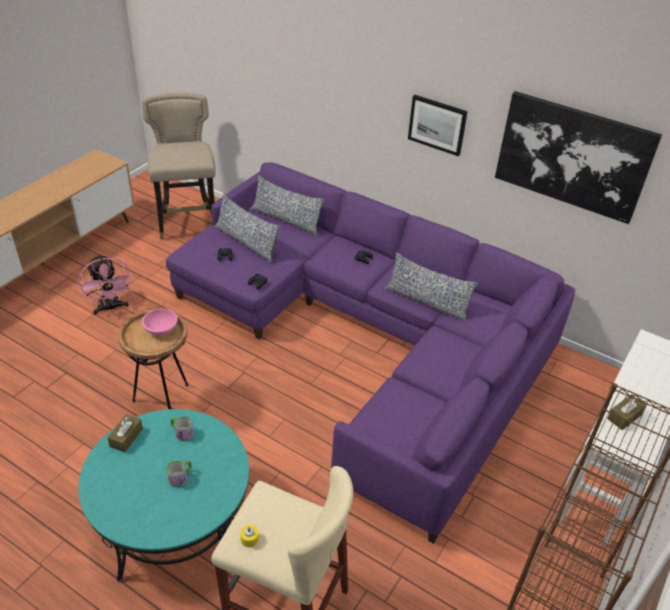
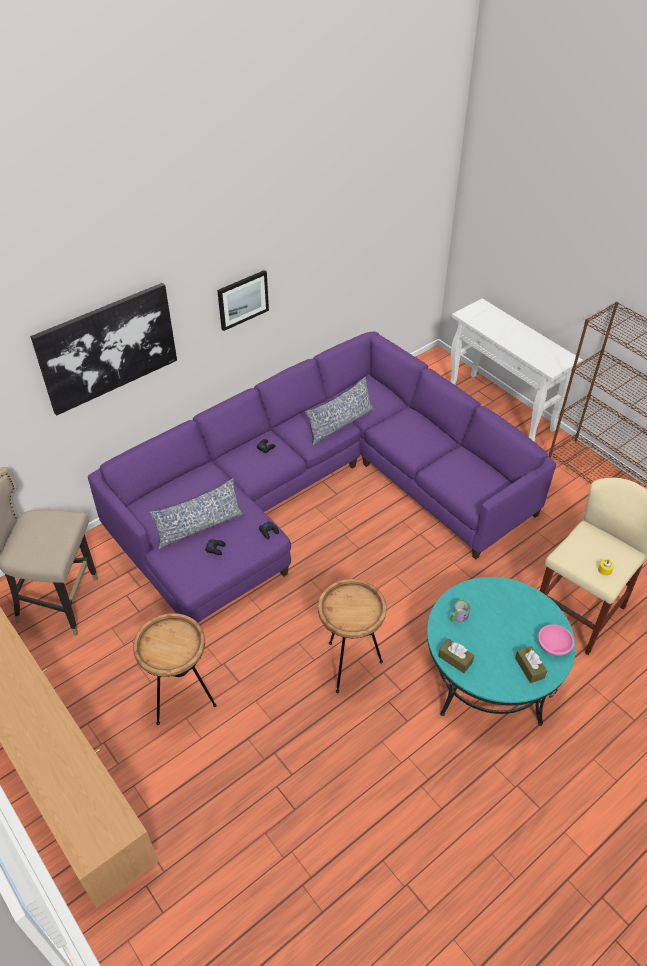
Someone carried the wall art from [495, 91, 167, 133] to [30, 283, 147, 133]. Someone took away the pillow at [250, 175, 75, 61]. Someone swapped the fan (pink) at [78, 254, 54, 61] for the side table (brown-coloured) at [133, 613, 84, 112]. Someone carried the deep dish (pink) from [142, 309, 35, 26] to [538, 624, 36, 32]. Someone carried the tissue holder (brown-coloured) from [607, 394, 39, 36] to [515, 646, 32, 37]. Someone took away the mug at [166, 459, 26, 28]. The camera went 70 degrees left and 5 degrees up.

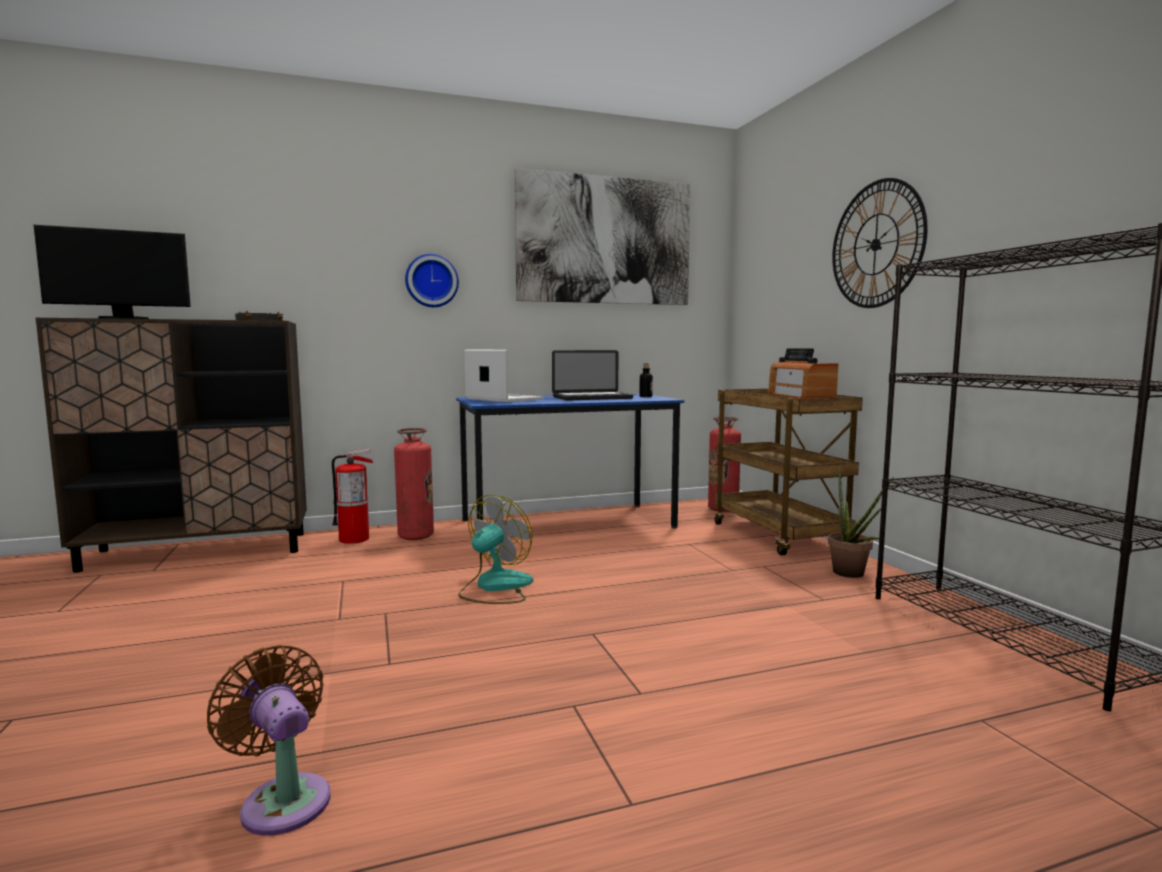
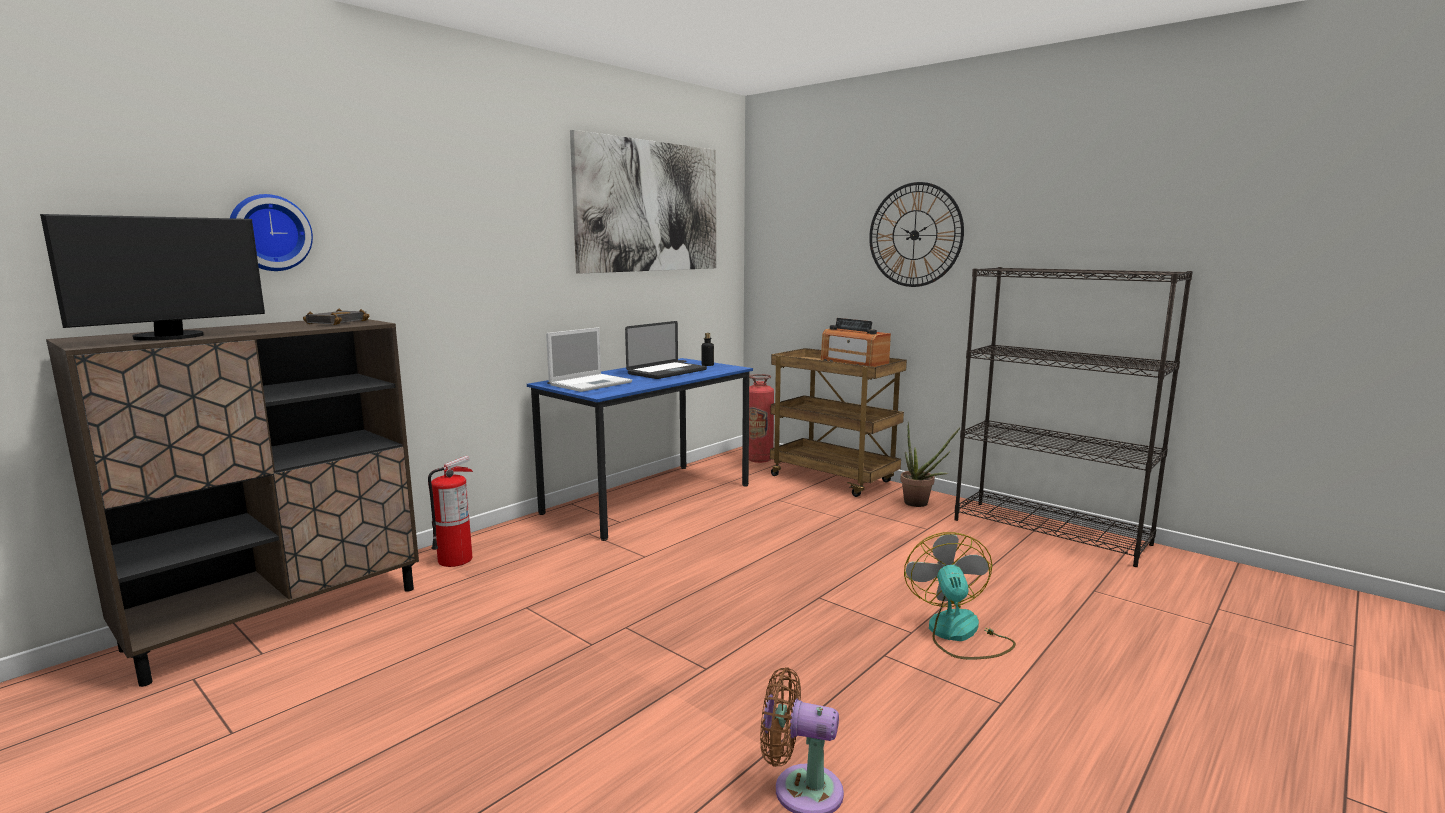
Someone carried the clock on the wall from [405, 254, 54, 53] to [230, 194, 83, 77]. Someone rotated the portable computer at [464, 350, 79, 52] by 120 degrees clockwise. Someone took away the extinguisher at [394, 428, 40, 112]. Someone carried the fan from [458, 495, 75, 109] to [904, 532, 112, 128]. The camera went 30 degrees left and 5 degrees up.

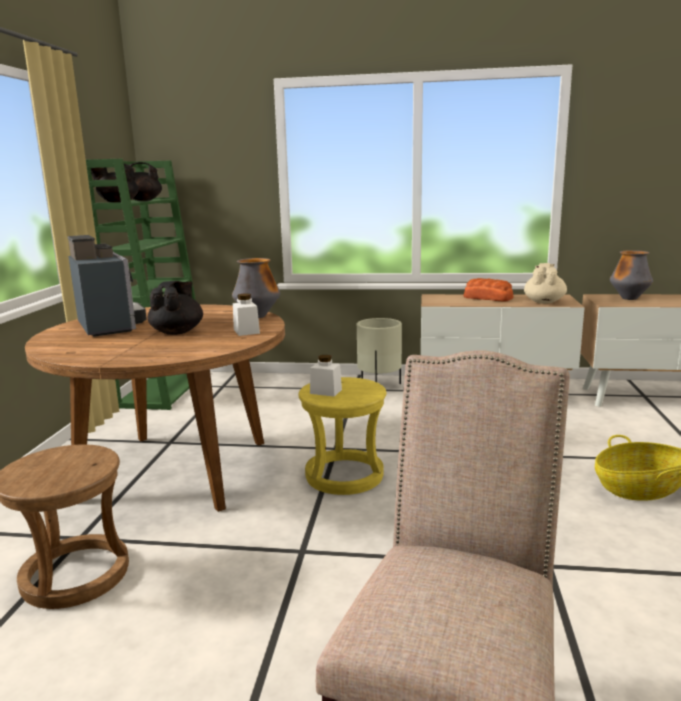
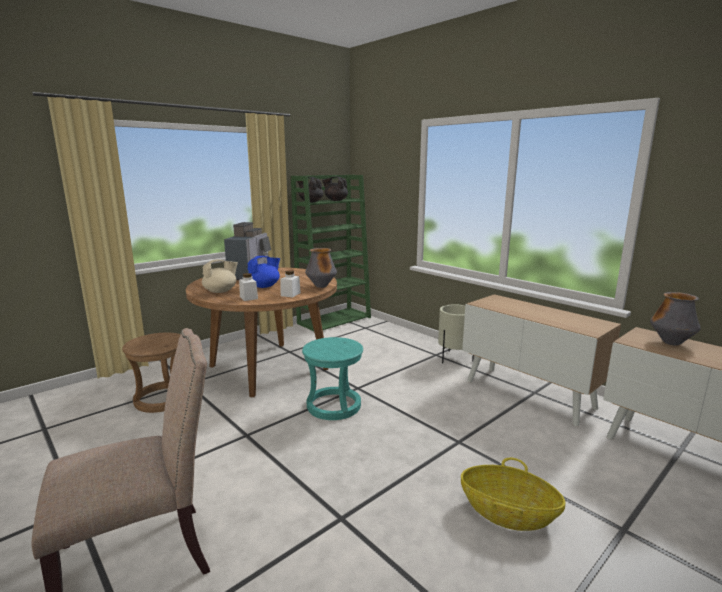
Someone carried the tea pot (beige-coloured) from [524, 263, 43, 41] to [202, 259, 36, 34]. Someone took away the bread at [463, 278, 50, 23]. Someone repainted the tea pot (black-coloured) at [148, 281, 55, 54], which became the tea pot (bluish) at [247, 256, 33, 32]. Someone carried the storage jar (white) from [310, 355, 32, 42] to [239, 273, 19, 28]. Someone repainted the stool (yellow) at [298, 377, 89, 118], which became the stool (turquoise) at [302, 337, 61, 83]. The camera went 40 degrees right and 0 degrees up.

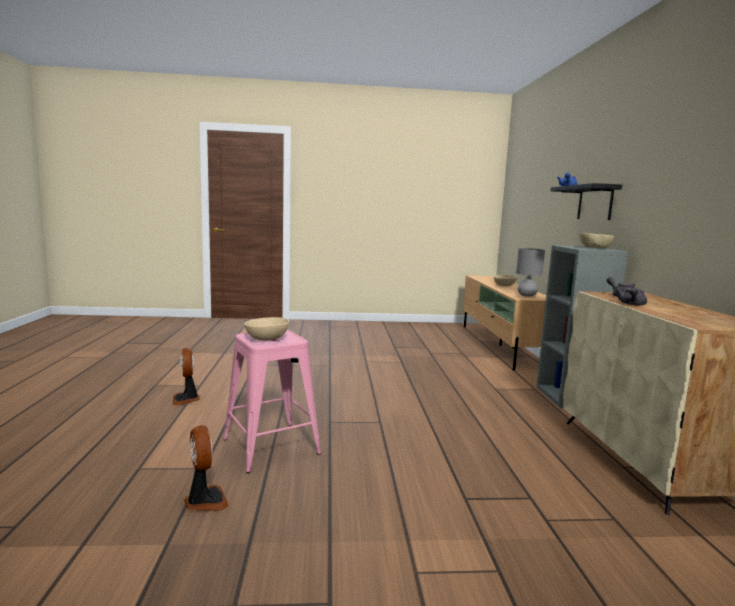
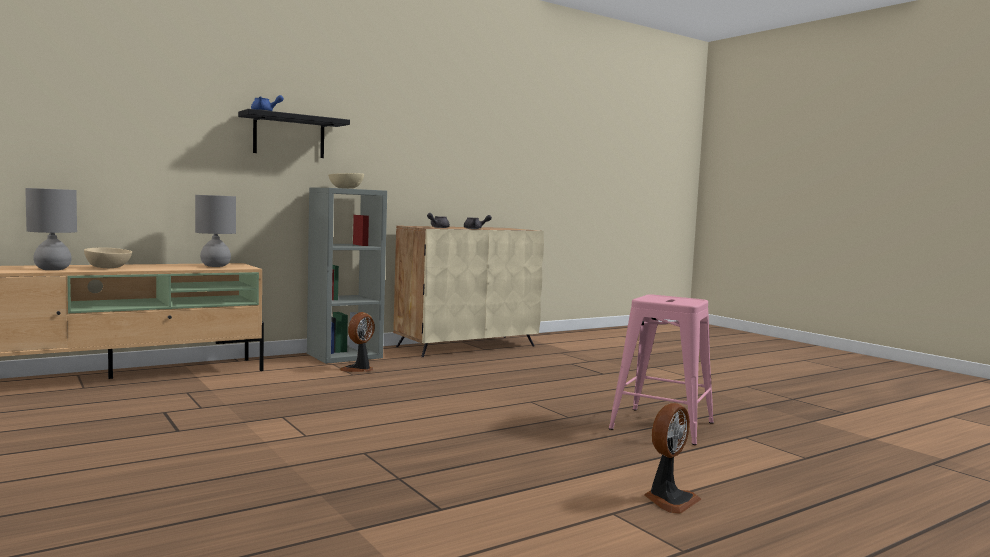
Someone took away the deep dish (beige-coloured) at [244, 317, 46, 24]. Someone carried the fan from [184, 425, 45, 86] to [340, 312, 35, 60]. Someone put down the lamp for a table (grey) at [25, 188, 52, 82]. The camera went 120 degrees left and 5 degrees down.

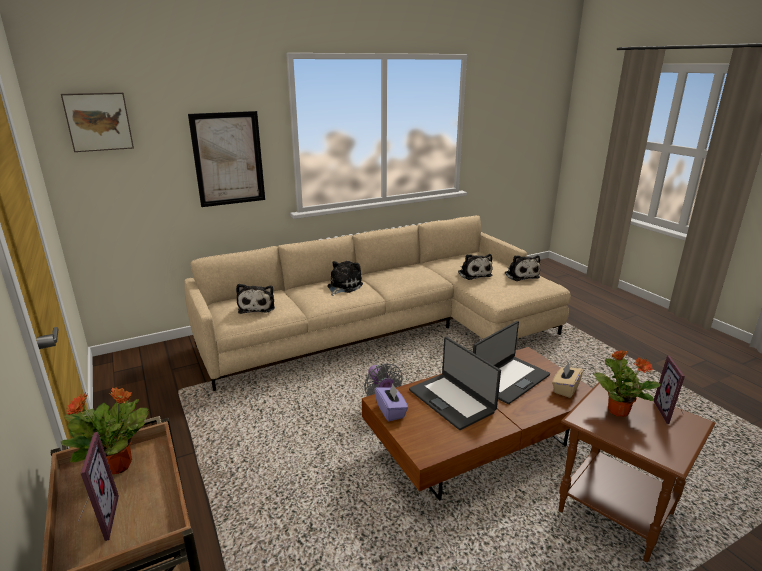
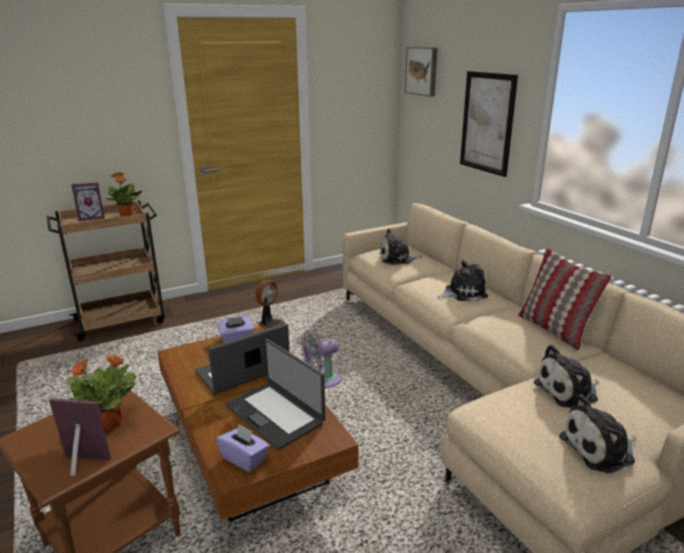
Someone rotated the cuddly toy at [327, 261, 36, 35] by 45 degrees counterclockwise. Someone repainted the tissue holder (beige-coloured) at [552, 362, 31, 36], which became the tissue holder (purplish) at [216, 424, 54, 48]. Someone put down the pillow at [518, 248, 94, 102]. Someone put down the fan at [255, 280, 30, 50]. The camera went 90 degrees right and 0 degrees up.

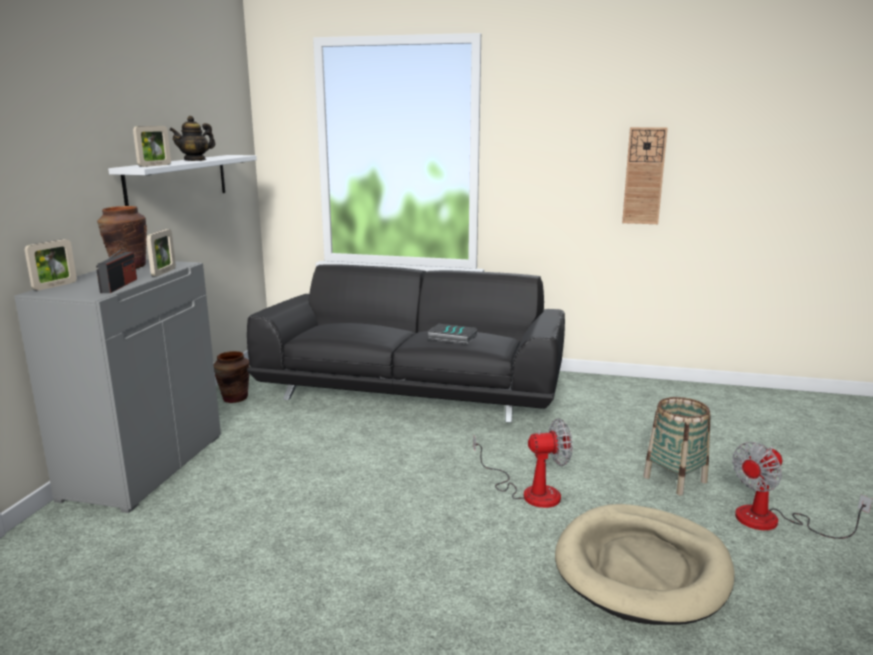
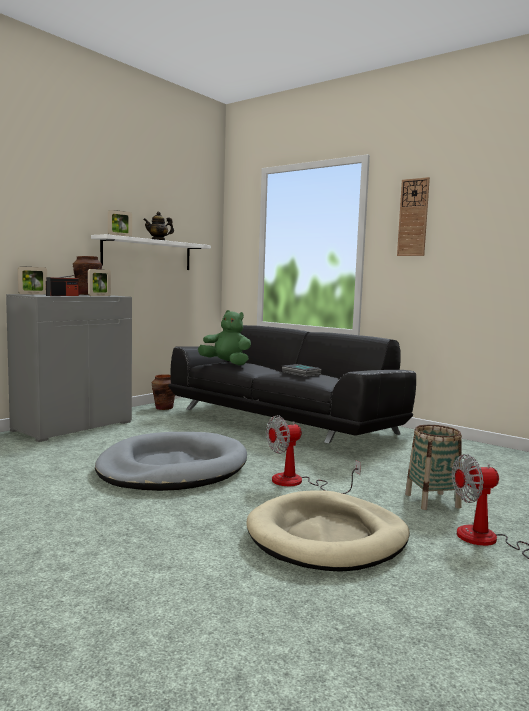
Someone carried the clock on the wall from [622, 127, 46, 97] to [397, 177, 33, 79]. Someone rotated the fan at [473, 418, 100, 90] by 135 degrees clockwise. Someone put down the cuddly toy (greenish) at [198, 310, 53, 55]. Someone put down the dog bed (grey) at [95, 432, 152, 59]. The camera went 25 degrees right and 10 degrees down.

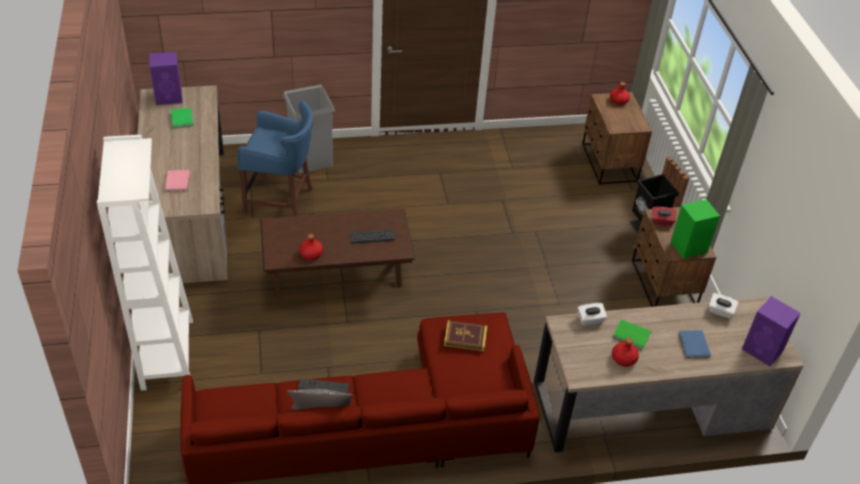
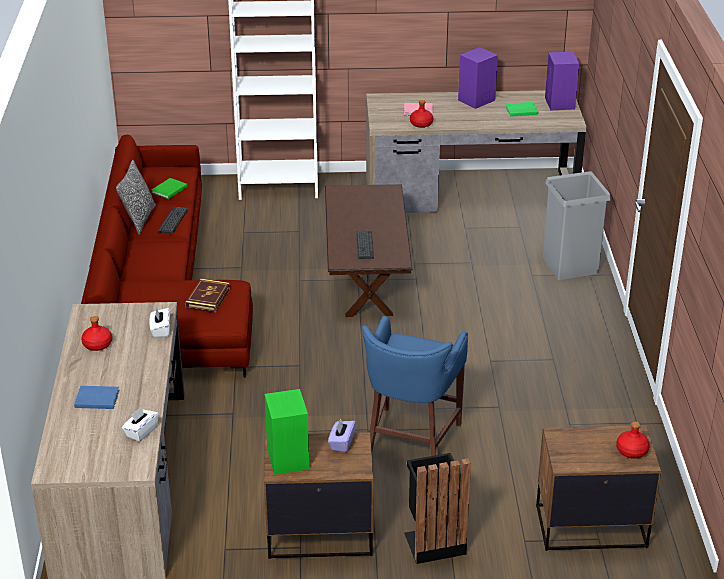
Someone carried the stool (bluish) from [237, 100, 76, 116] to [362, 316, 106, 140]. Someone repainted the tissue holder (red-coloured) at [652, 207, 24, 19], which became the tissue holder (purplish) at [328, 419, 28, 33]. Someone carried the bottle (red-coloured) from [300, 234, 23, 26] to [410, 100, 23, 28]. Someone carried the loudspeaker (purplish) from [742, 296, 59, 70] to [458, 47, 40, 62]. Someone carried the book (greenish) from [613, 319, 38, 31] to [152, 178, 35, 21]. The camera went 100 degrees right and 10 degrees down.

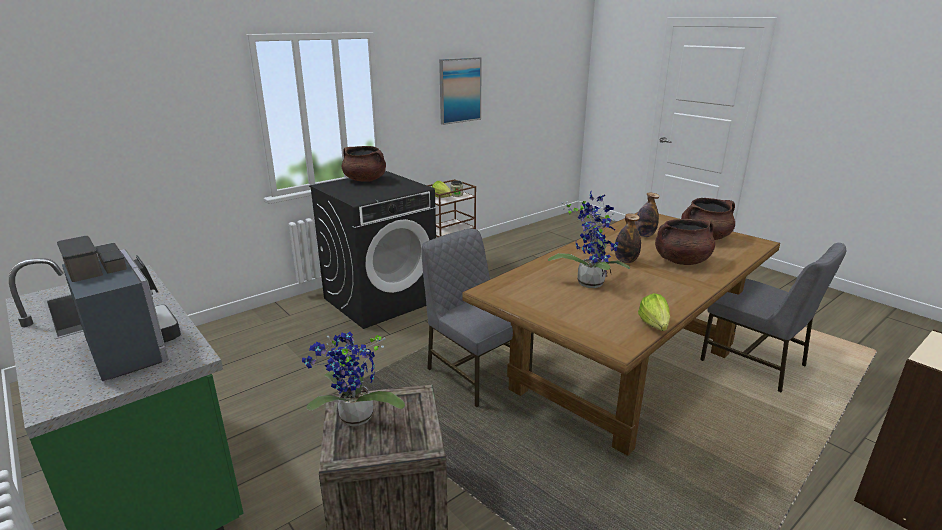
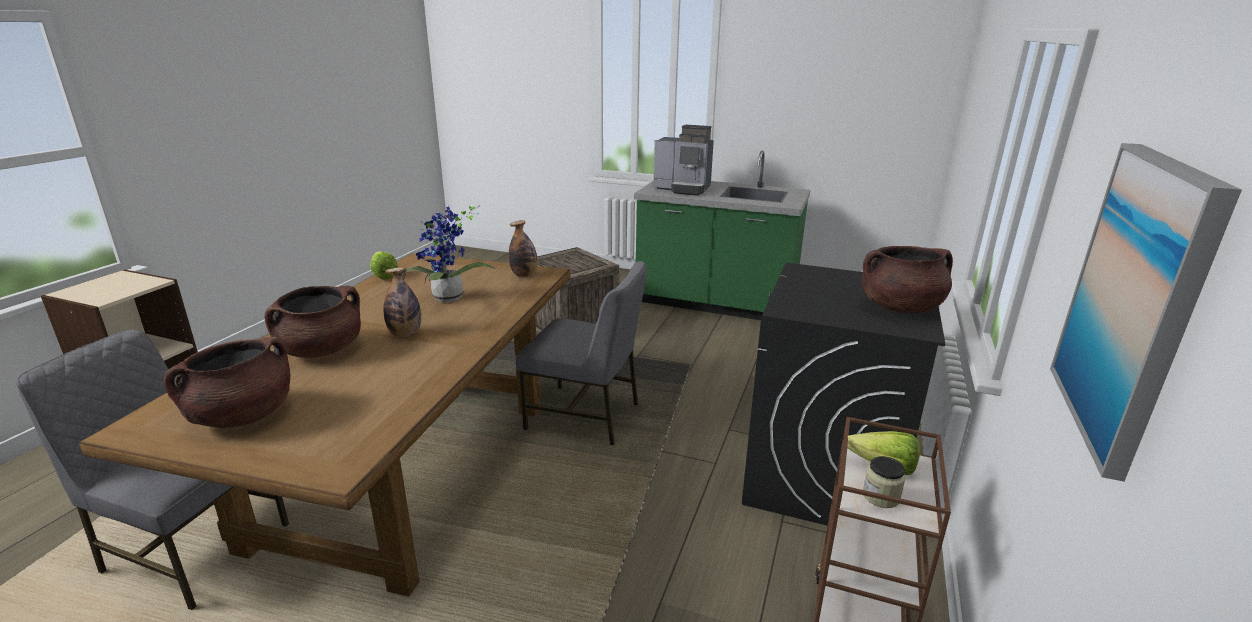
Someone carried the bottle from [635, 193, 25, 44] to [509, 220, 28, 57]. Someone took away the houseplant at [302, 332, 103, 94]. The camera went 150 degrees right and 0 degrees up.

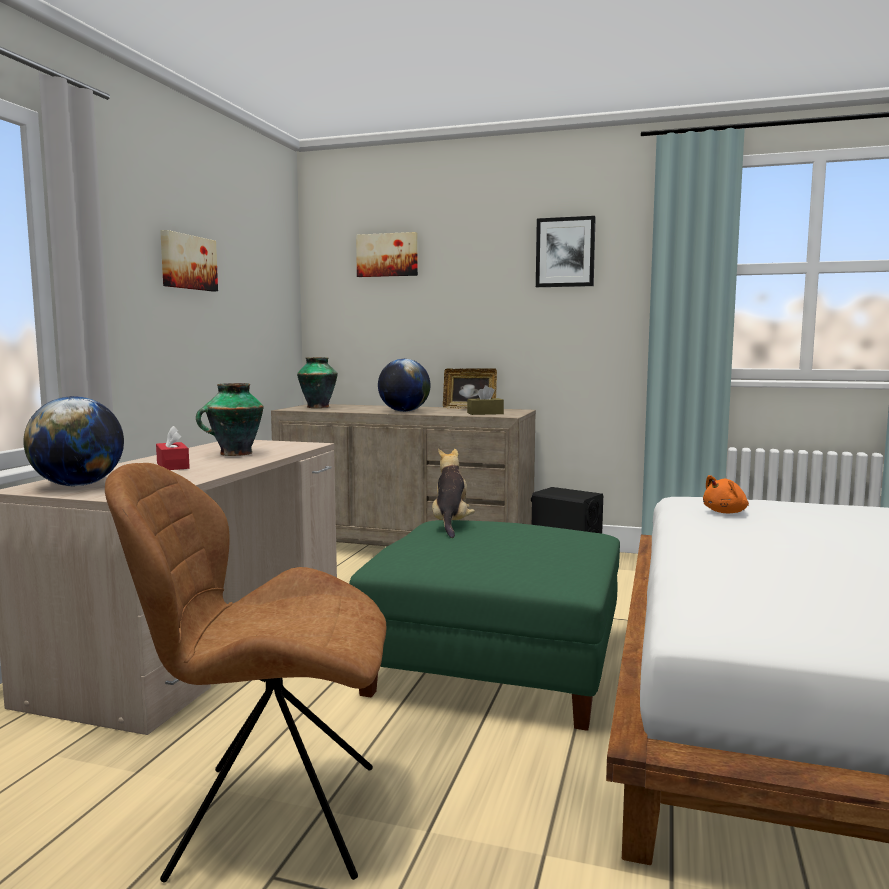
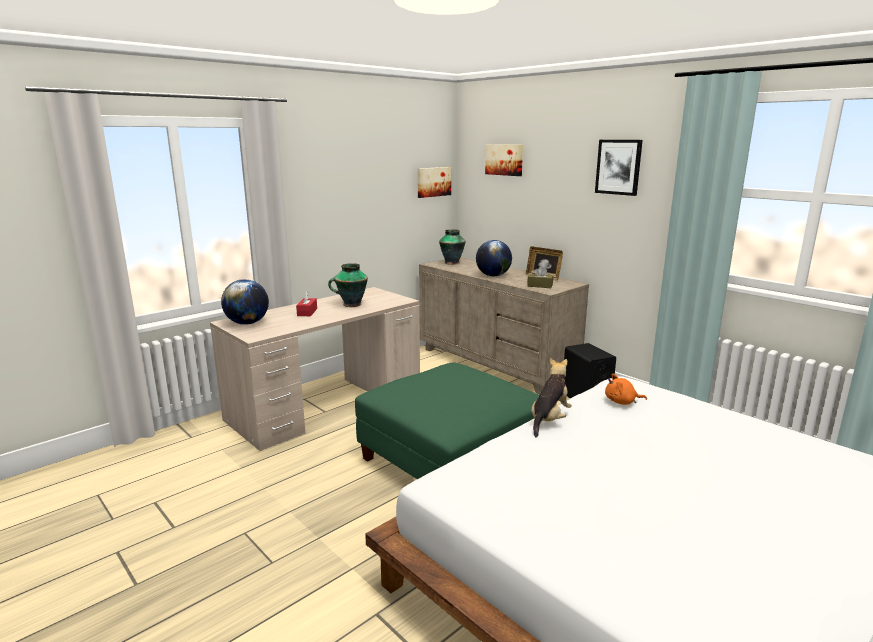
Someone carried the wall art from [160, 230, 58, 61] to [417, 167, 34, 31]. Someone carried the cuddly toy from [432, 449, 43, 89] to [531, 358, 41, 79]. Someone took away the plain chair (brown-coloured) at [105, 463, 281, 419]. The camera went 30 degrees right and 10 degrees up.

